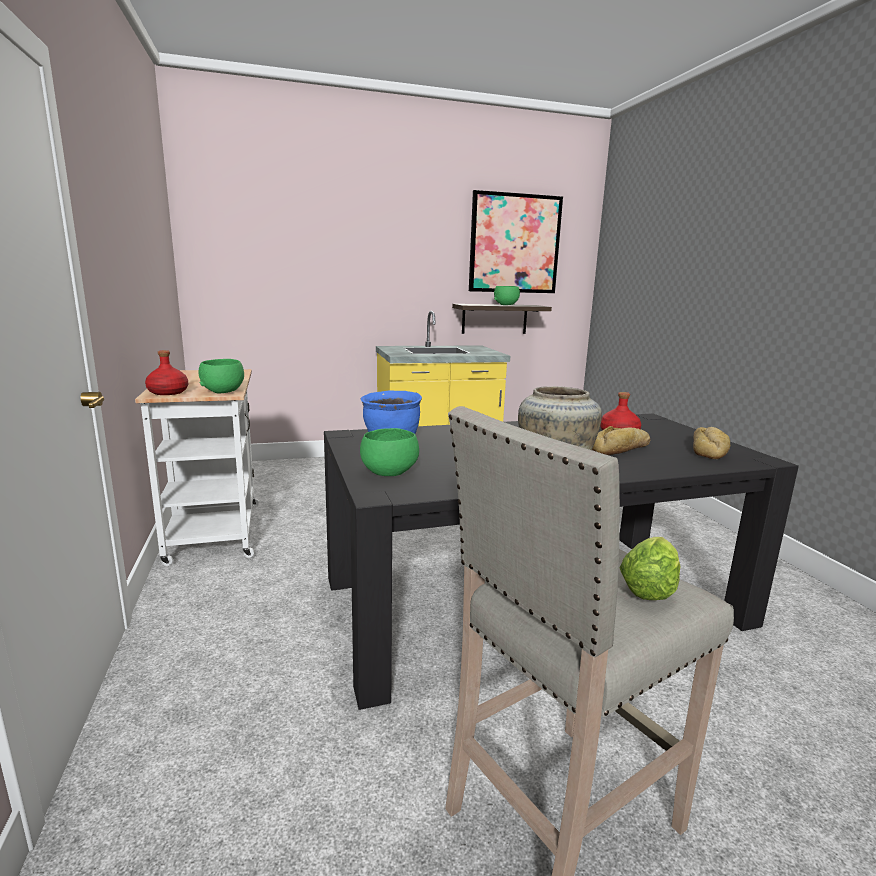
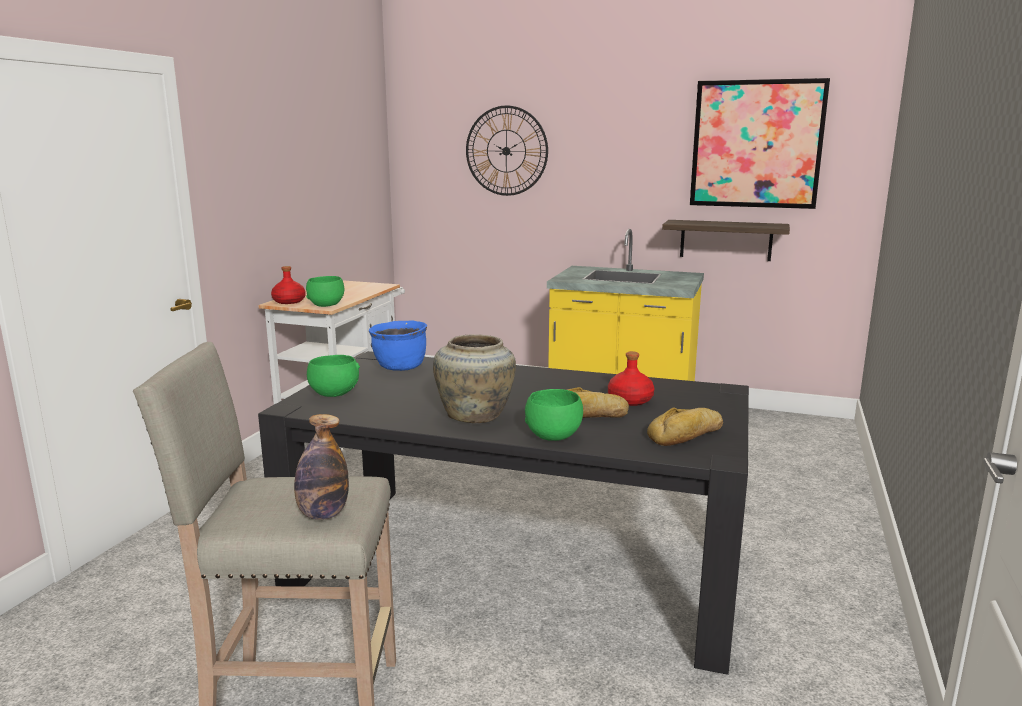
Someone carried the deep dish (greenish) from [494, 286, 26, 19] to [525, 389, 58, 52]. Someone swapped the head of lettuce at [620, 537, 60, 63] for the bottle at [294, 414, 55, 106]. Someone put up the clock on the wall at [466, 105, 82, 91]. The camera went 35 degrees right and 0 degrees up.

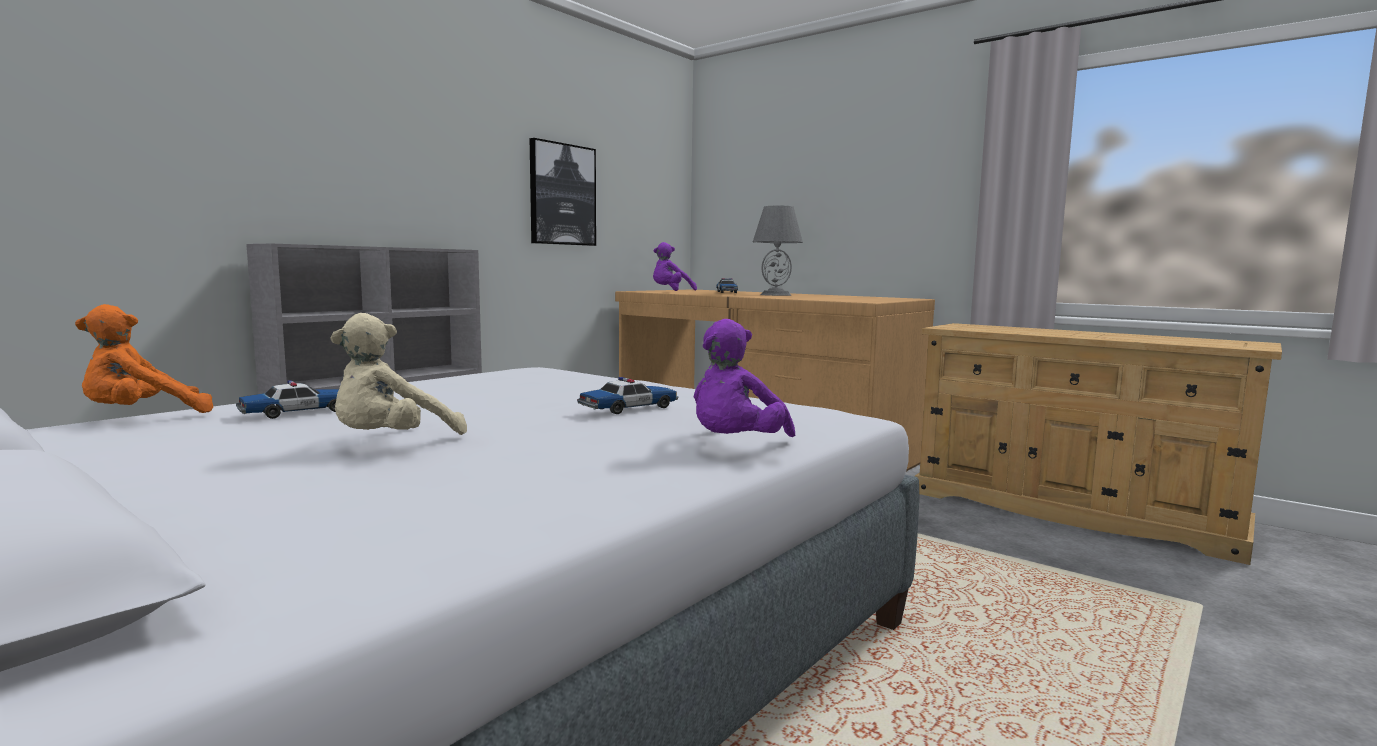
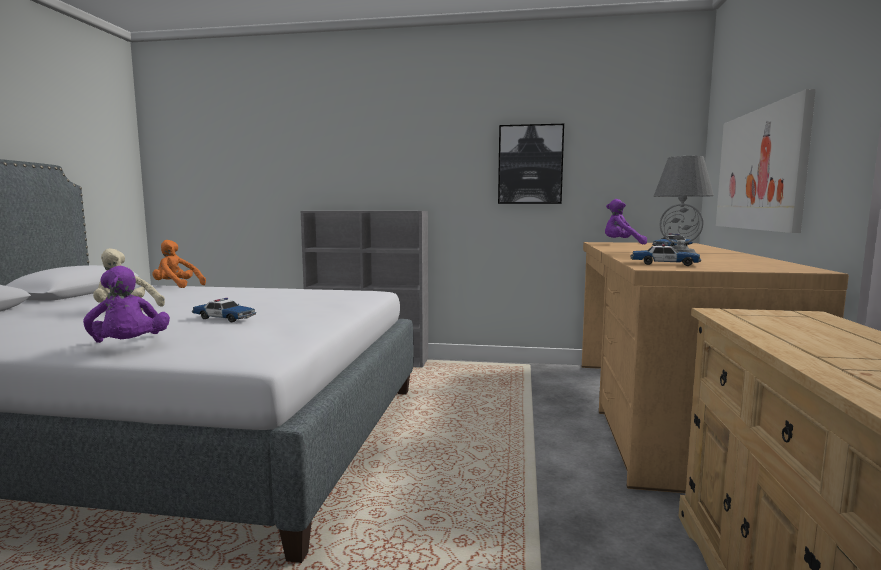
Someone rotated the cuddly toy (purplish) at [694, 319, 101, 118] by 120 degrees counterclockwise. Someone carried the toy car from [236, 380, 103, 39] to [630, 244, 71, 22]. Someone put up the wall art at [716, 89, 100, 144]. The camera went 60 degrees right and 0 degrees up.

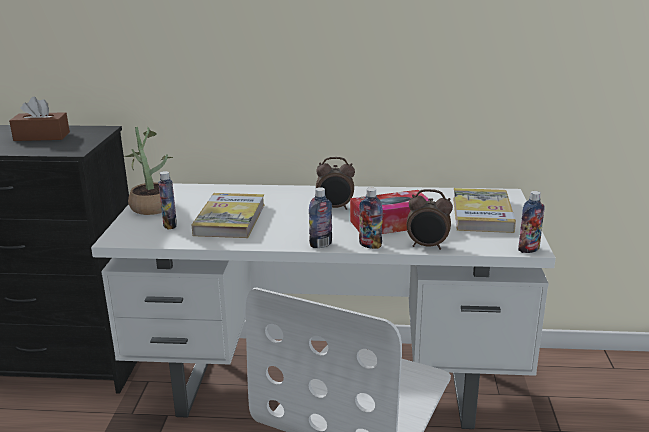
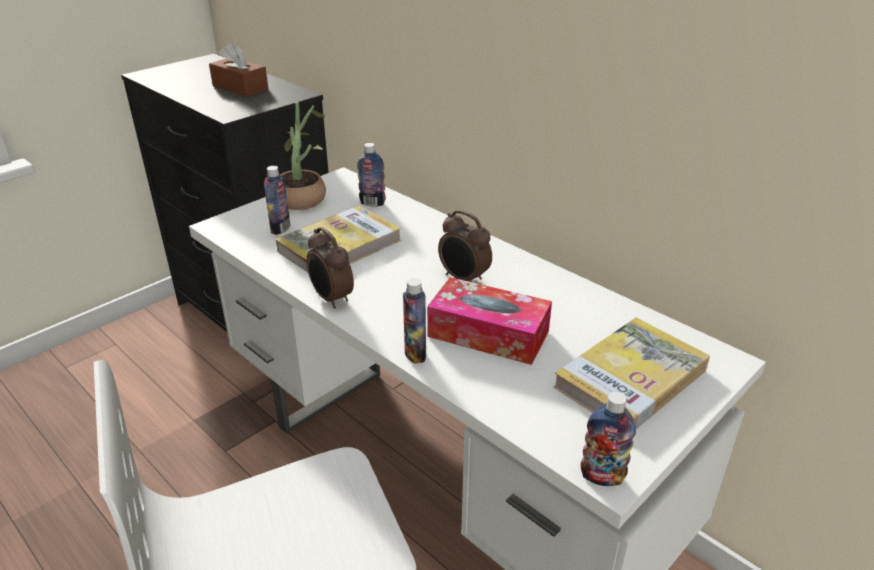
Someone carried the bottle from [309, 187, 23, 61] to [357, 143, 29, 64]. Someone carried the alarm clock from [407, 189, 46, 61] to [307, 227, 47, 82]. The camera went 40 degrees right and 10 degrees up.

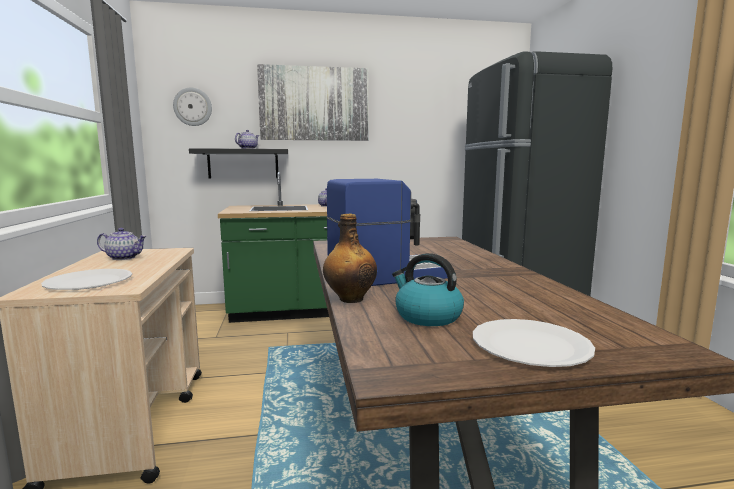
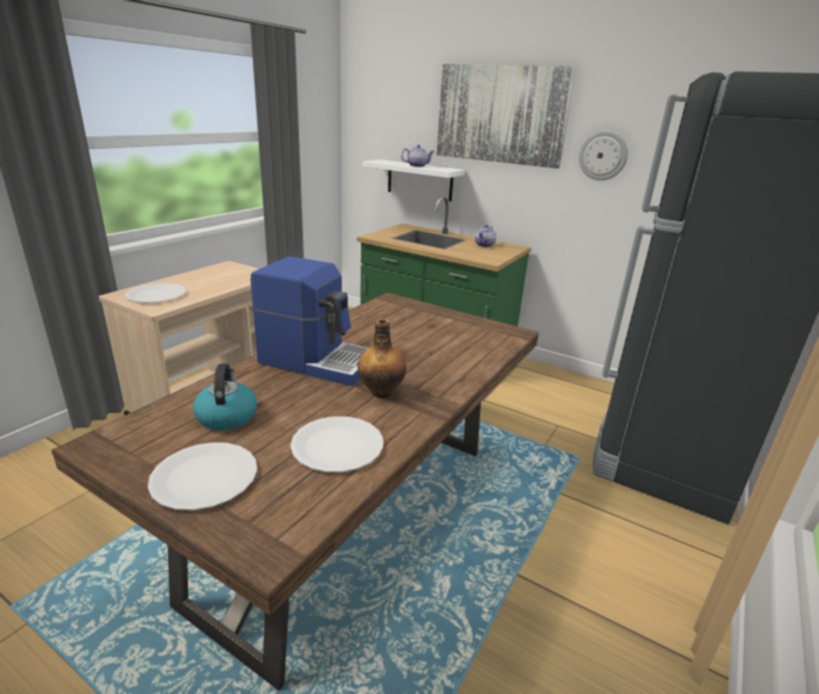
Someone carried the clock on the wall from [173, 87, 39, 39] to [579, 130, 49, 51]. Someone repainted the shelf (black-coloured) at [189, 148, 99, 31], which became the shelf (white) at [362, 159, 103, 42]. Someone carried the bottle from [323, 214, 54, 89] to [358, 318, 48, 80]. Someone took away the tea pot at [97, 228, 50, 32]. Someone put down the plate (white) at [291, 416, 92, 56]. The camera went 40 degrees right and 15 degrees up.

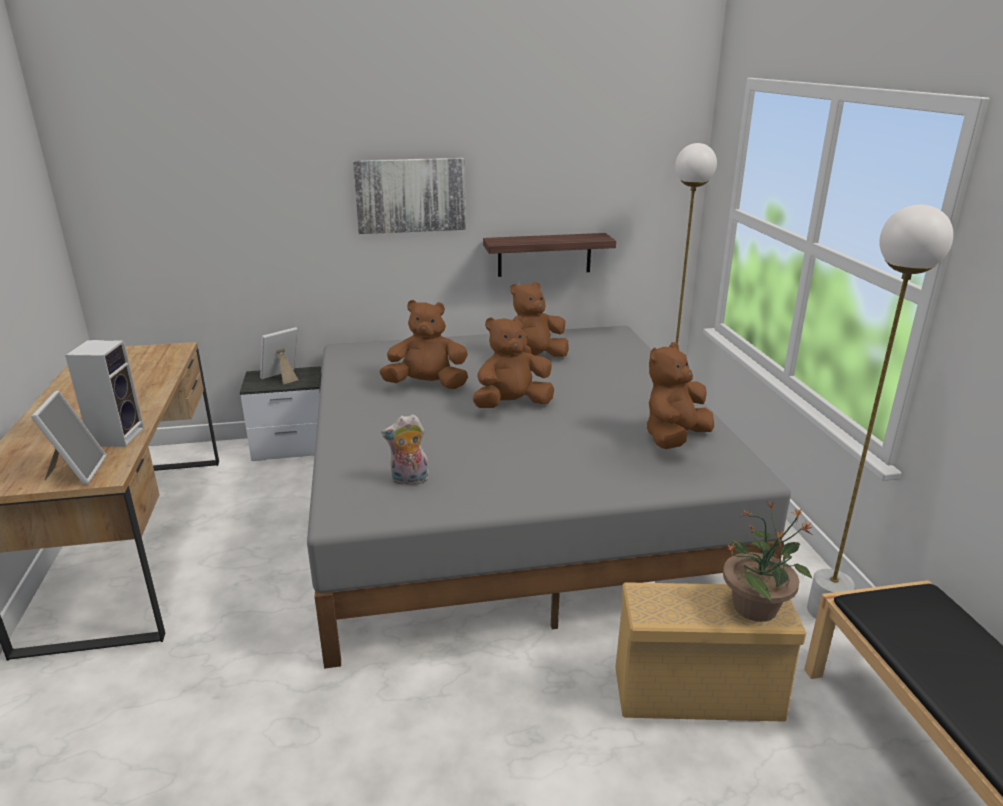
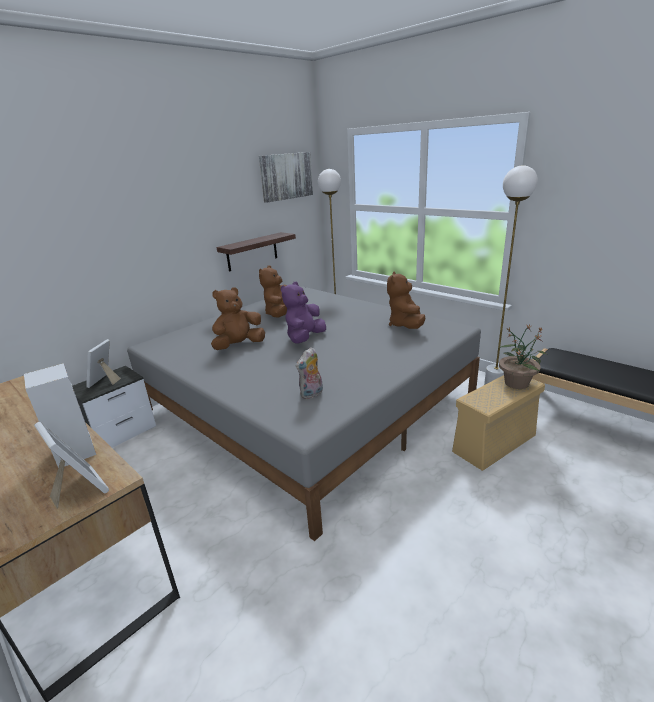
Someone carried the wall art from [353, 158, 113, 76] to [259, 152, 54, 51]. Someone repainted the cuddly toy (brown-coloured) at [473, 316, 81, 92], which became the cuddly toy (purplish) at [281, 282, 45, 62]. The camera went 35 degrees left and 0 degrees up.

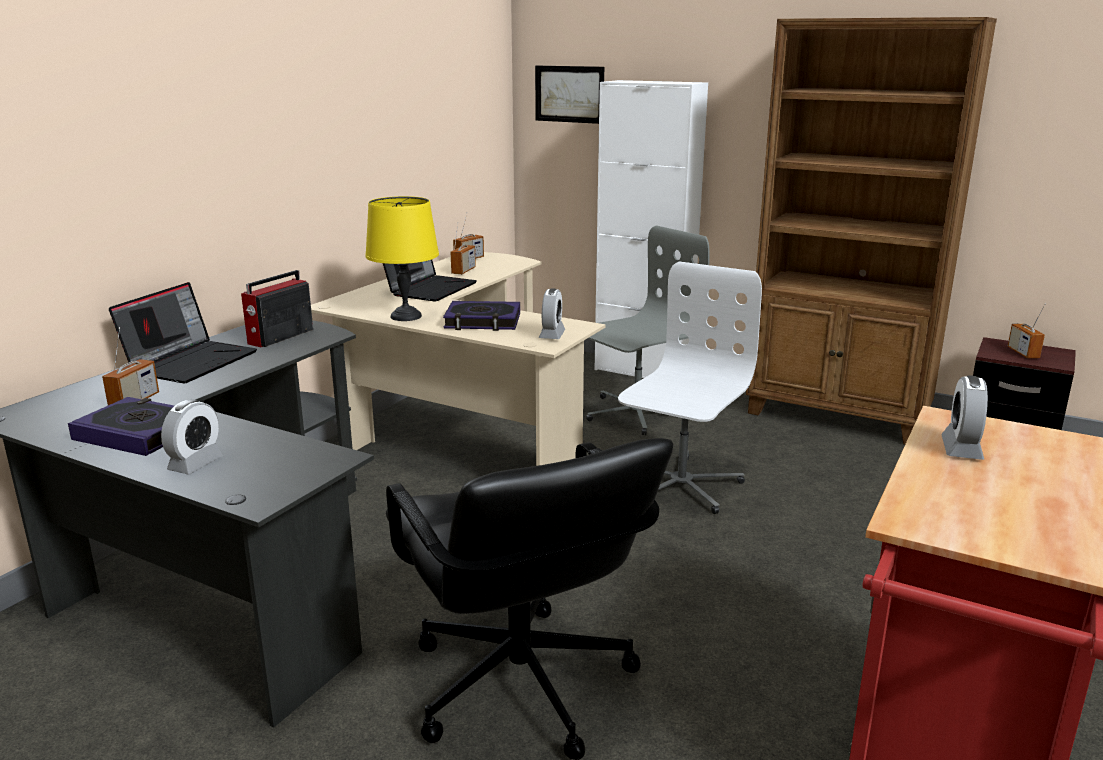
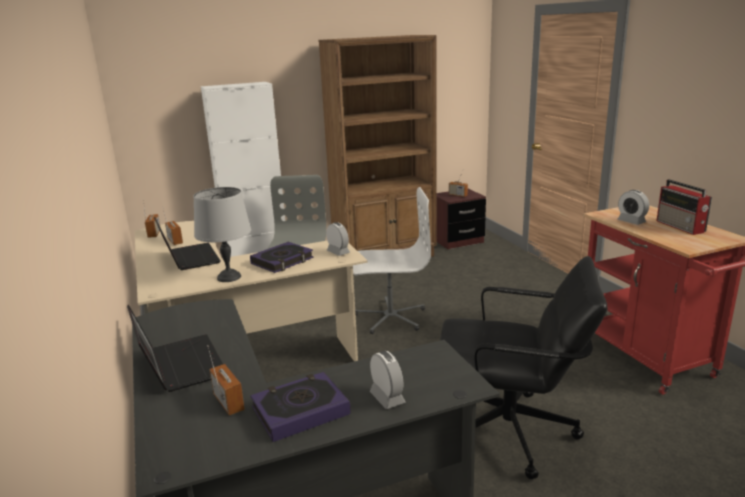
Someone took away the wall art at [535, 66, 69, 58]. Someone repainted the lamp for a table (yellow) at [365, 196, 74, 125], which became the lamp for a table (grey) at [193, 187, 58, 95]. Someone rotated the office chair (white) at [618, 261, 144, 253] by 105 degrees clockwise. Someone carried the radio set from [241, 270, 72, 77] to [656, 180, 56, 55]. The camera went 50 degrees left and 0 degrees up.

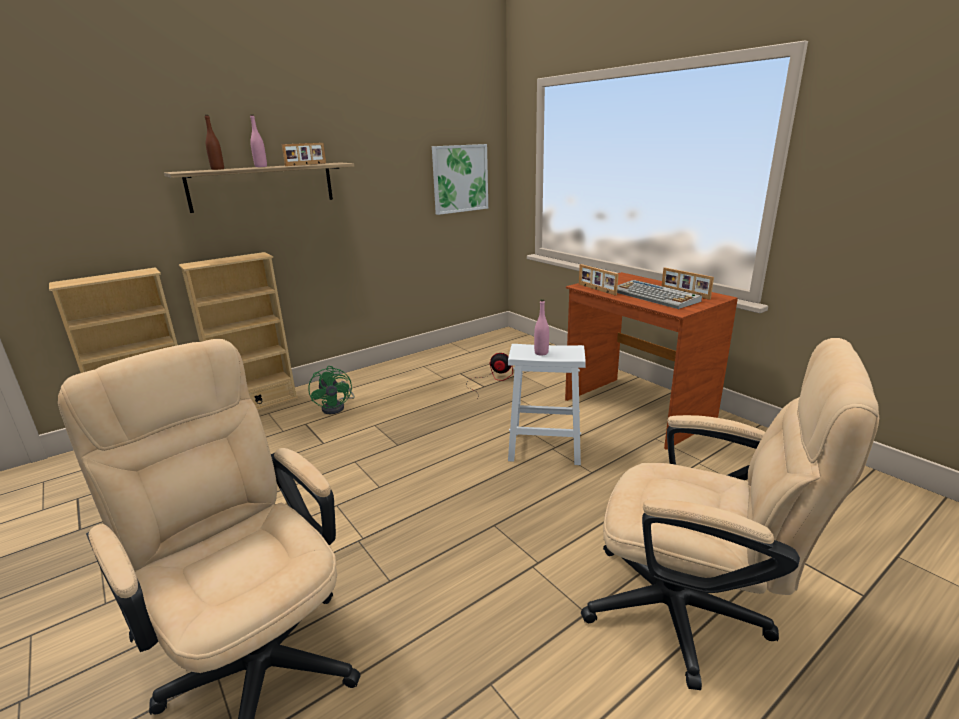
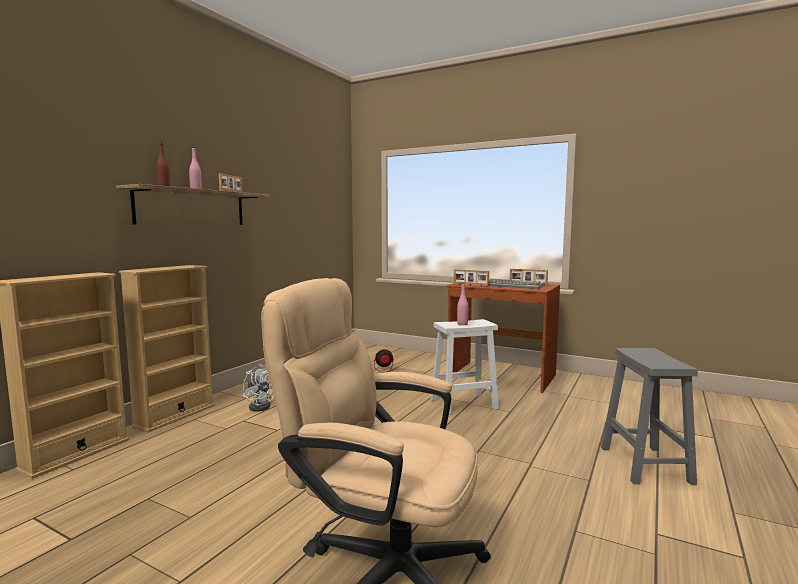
Someone took away the wall art at [432, 144, 56, 71]. Someone swapped the office chair (beige-coloured) at [581, 338, 298, 352] for the stool (grey) at [601, 348, 97, 137]. Someone repainted the fan (greenish) at [308, 366, 47, 48], which became the fan (white) at [243, 364, 31, 48]. The camera went 25 degrees left and 15 degrees down.

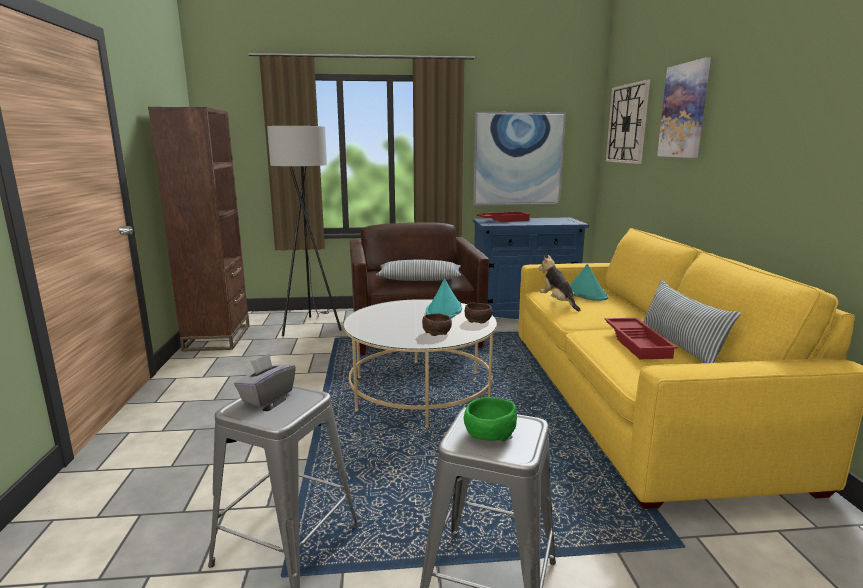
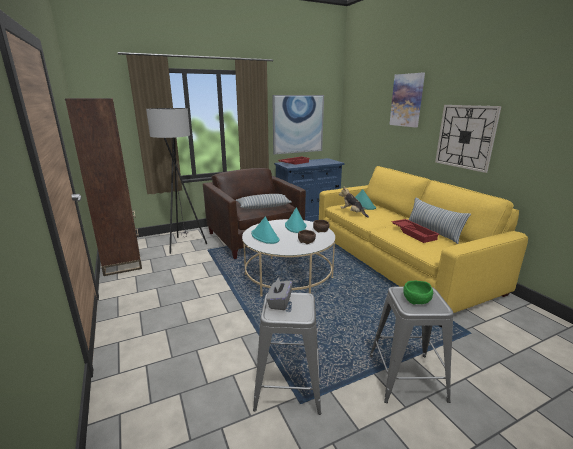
Someone carried the clock on the wall from [606, 80, 44, 84] to [435, 105, 67, 68]. Someone put down the hat (turquoise) at [251, 216, 28, 28]. The camera went 20 degrees left and 5 degrees up.

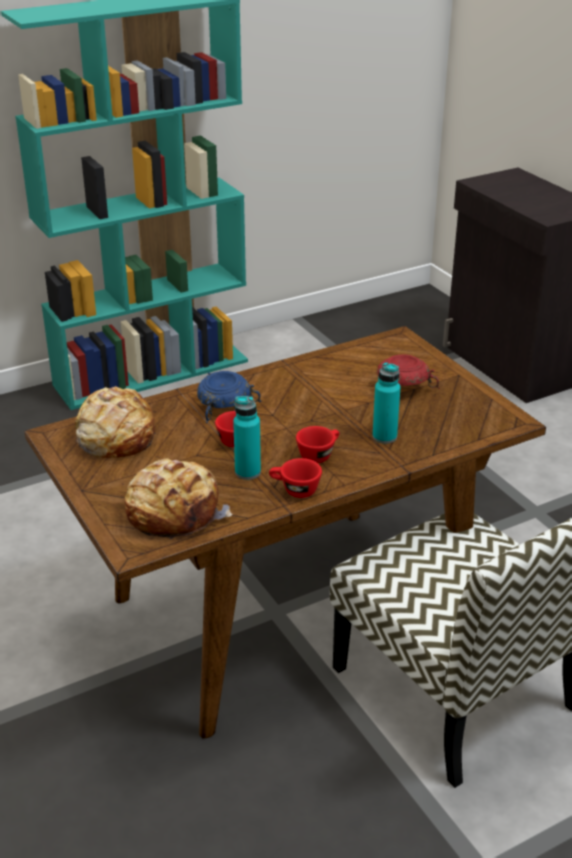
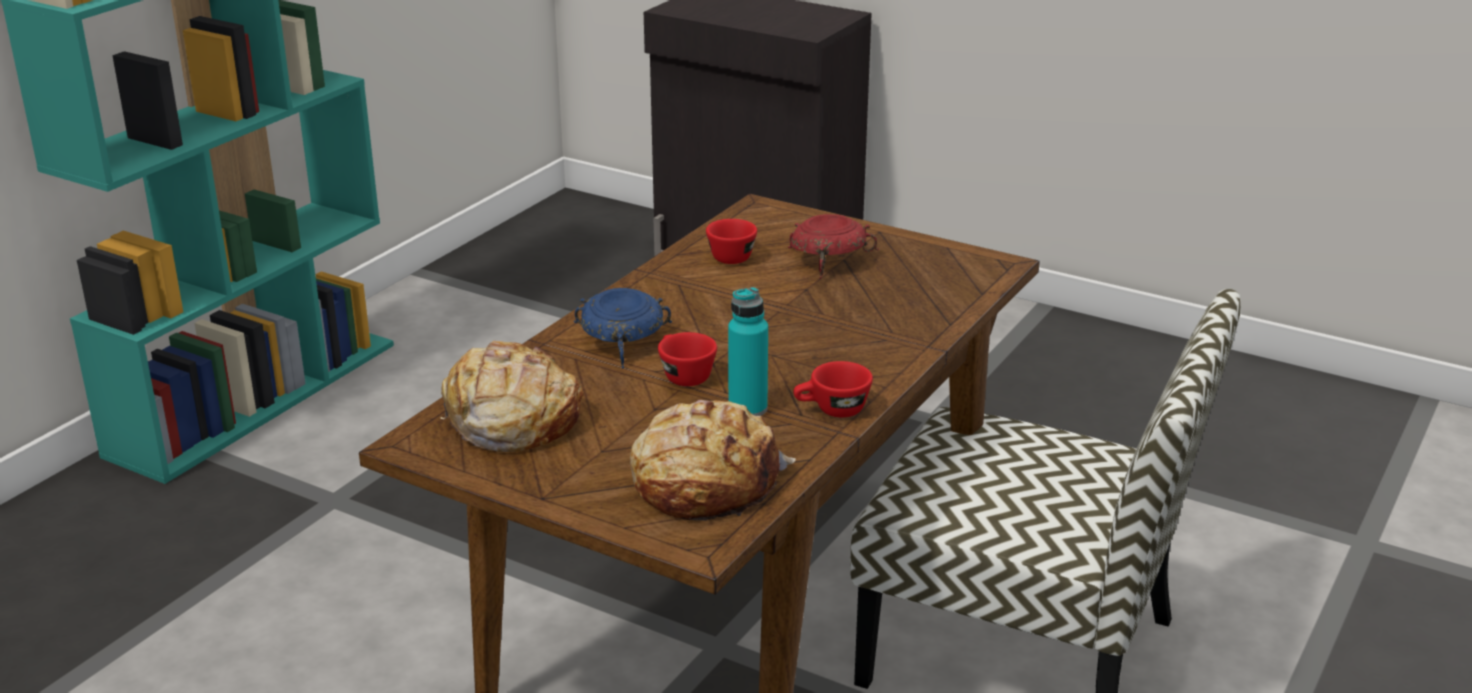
Someone took away the bottle (turquoise) at [372, 362, 28, 82]. Someone carried the drinking cup (red-coloured) from [296, 426, 43, 37] to [706, 219, 51, 45]. The camera went 30 degrees left and 5 degrees down.

